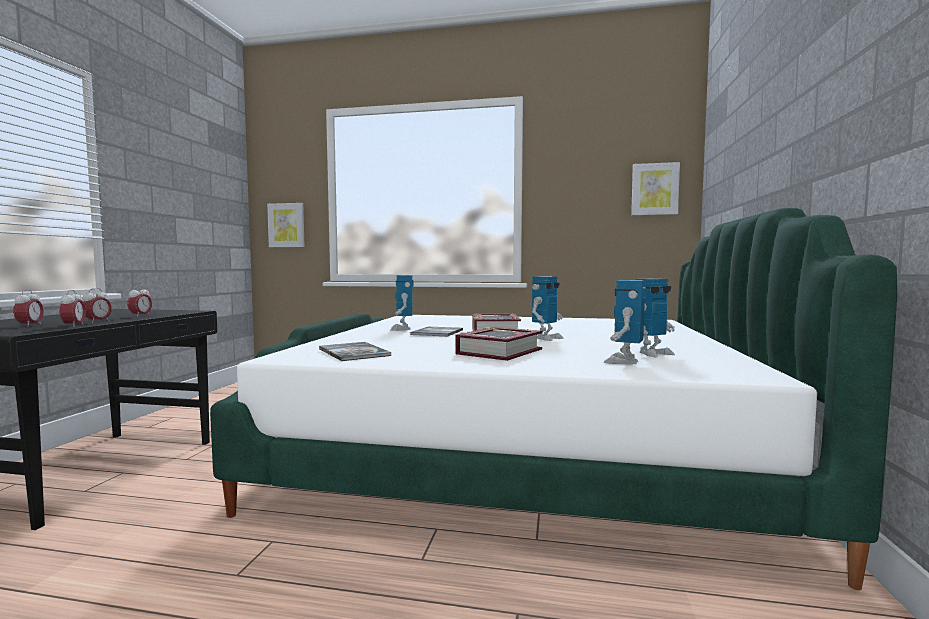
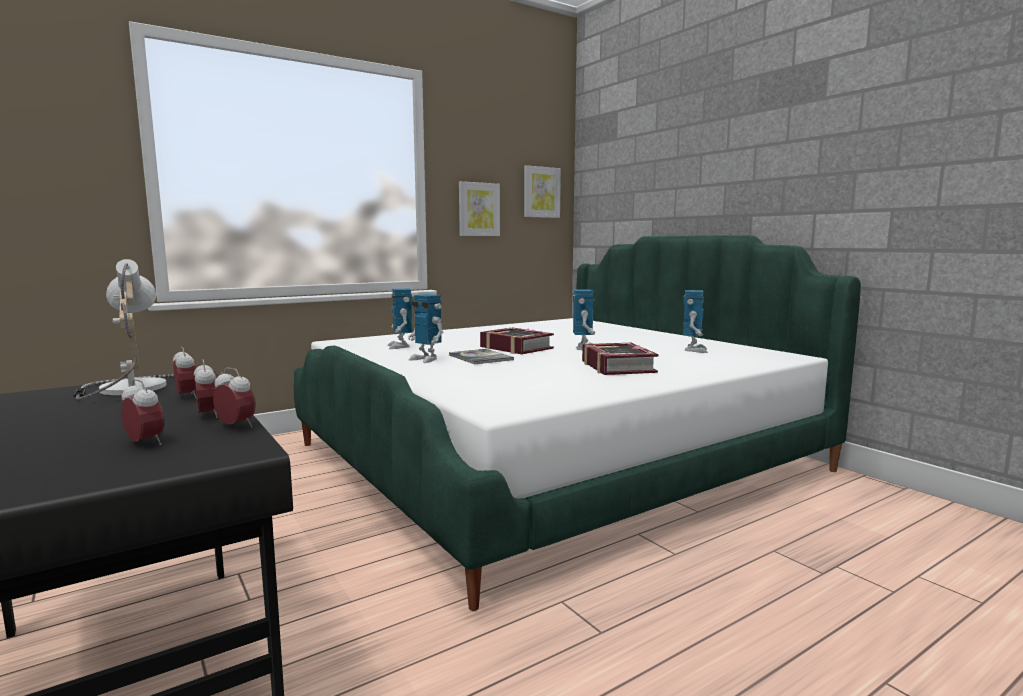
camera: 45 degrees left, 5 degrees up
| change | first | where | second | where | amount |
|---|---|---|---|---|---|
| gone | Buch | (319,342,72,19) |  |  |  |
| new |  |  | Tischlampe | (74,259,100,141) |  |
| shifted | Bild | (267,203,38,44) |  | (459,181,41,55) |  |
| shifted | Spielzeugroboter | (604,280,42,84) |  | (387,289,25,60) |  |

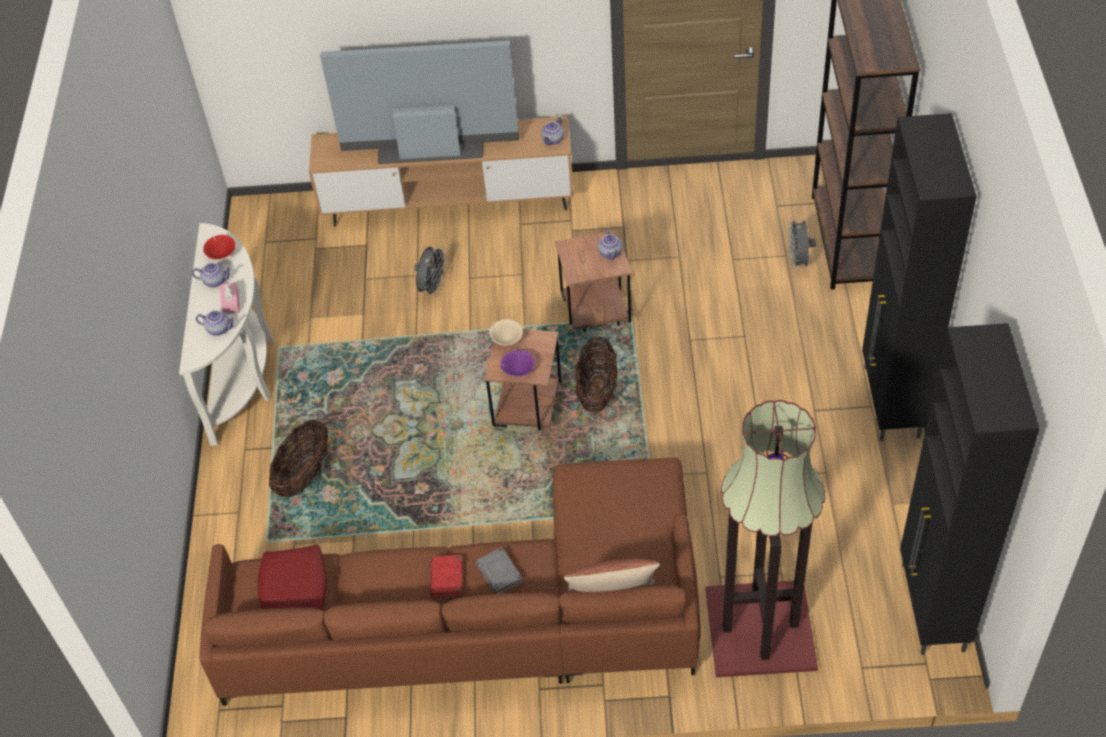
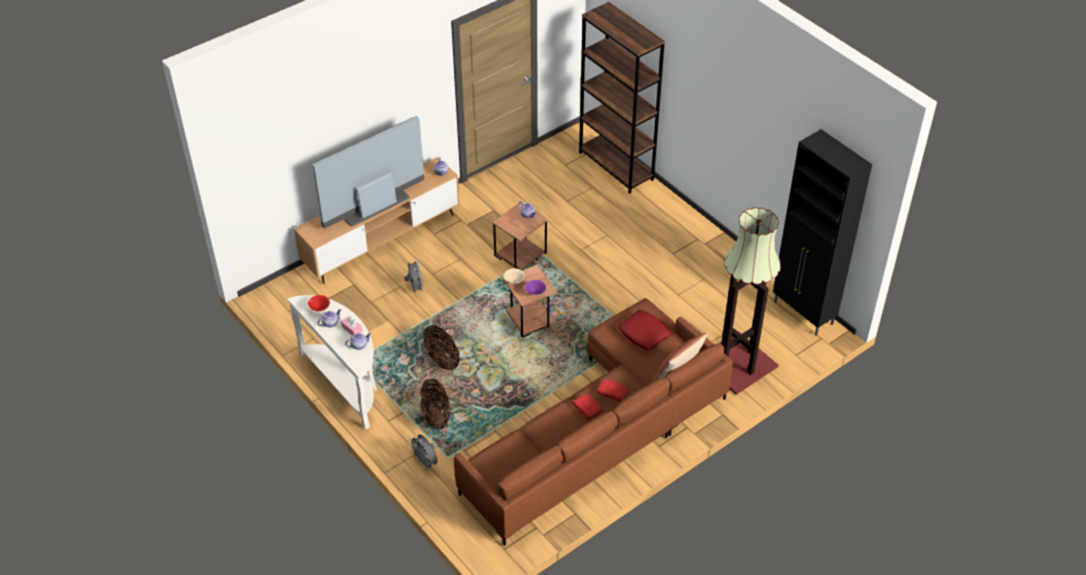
camera: 40 degrees left, 5 degrees down
| change | first | where | second | where | amount |
|---|---|---|---|---|---|
| gone | Schrank (schwarz) | (862,113,115,328) |  |  |  |
| shifted | Kissen (rot) | (258,544,69,67) |  | (617,310,56,41) |  |
| shifted | Korb | (574,336,44,77) |  | (423,325,37,46) |  |
| shifted | Ventilator (grau) | (788,219,28,51) |  | (409,434,28,36) |  |
| repainted | Buch (grau) | (475,547,48,47) | Buch (rot) | (597,378,31,24) |  |

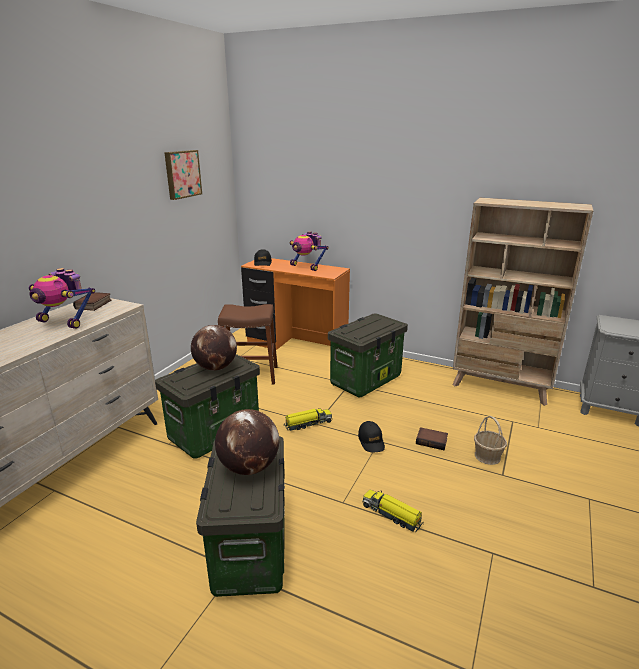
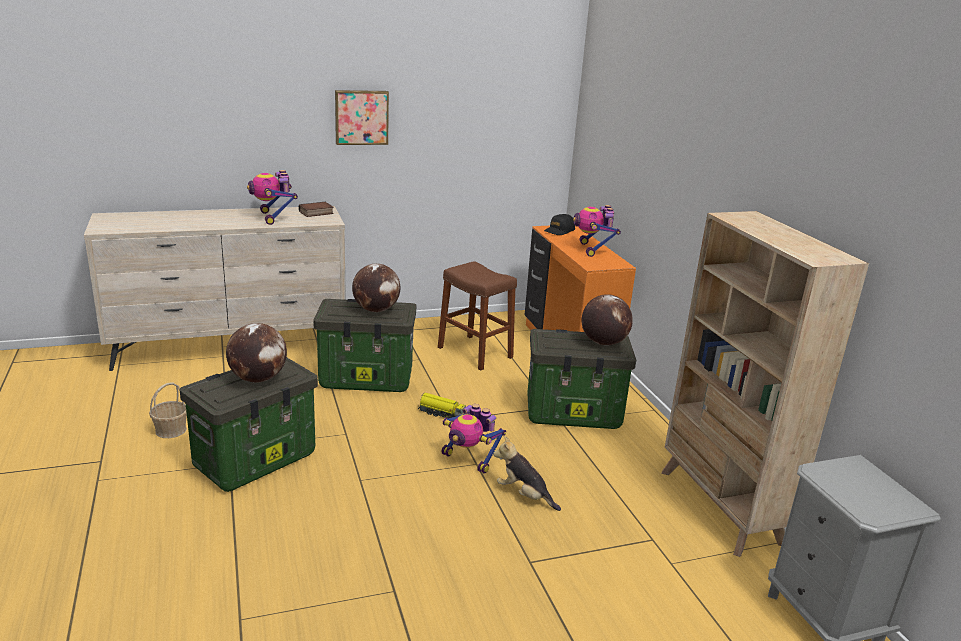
camera: 45 degrees right, 0 degrees up
| change | first | where | second | where | amount |
|---|---|---|---|---|---|
| gone | Spielzeuglaster | (362,490,61,42) |  |  |  |
| new |  |  | Globus | (581,294,52,51) |  |
| shifted | Bild | (164,150,38,50) |  | (335,90,54,55) |  |
| shifted | Korb | (474,415,33,50) |  | (149,383,38,55) |  |
| swapped | Kappe (schwarz) | (358,421,27,32) | Spielzeugroboter | (441,404,65,70) |  |
| swapped | Buch | (416,427,32,23) | Plüschtier | (493,436,68,75) |  |

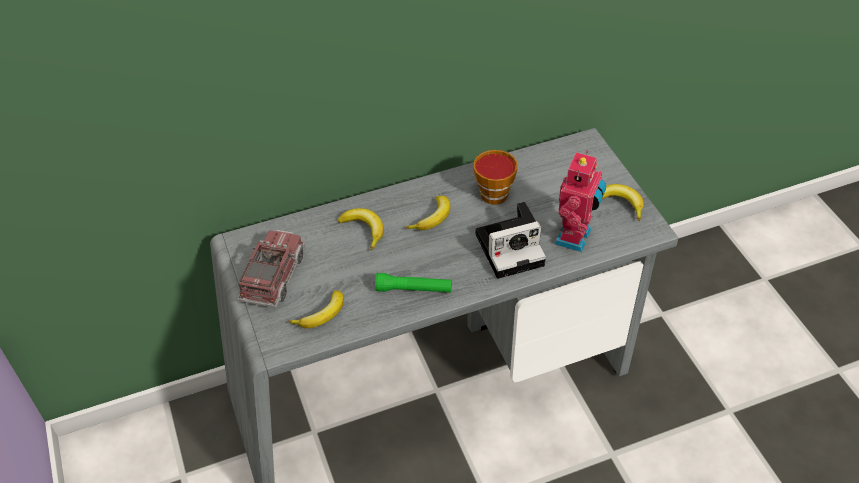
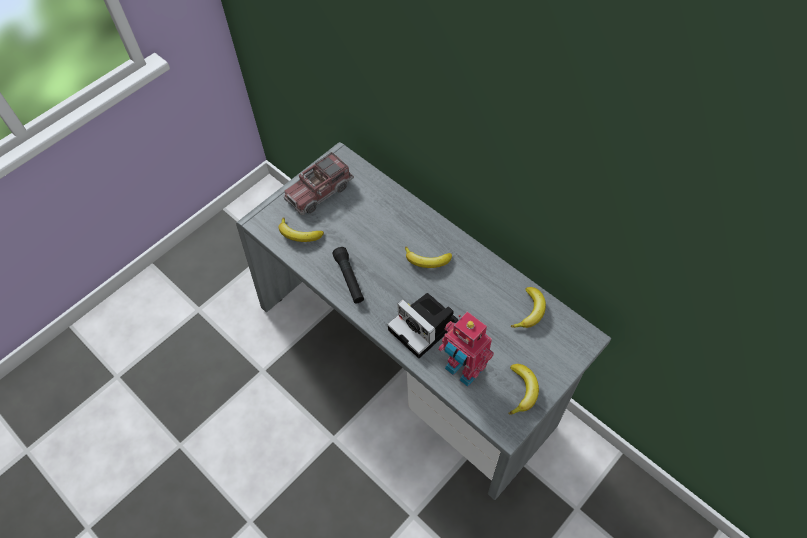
camera: 65 degrees right, 10 degrees up
| change | first | where | second | where | amount |
|---|---|---|---|---|---|
| gone | Tasse | (473,150,45,55) |  |  |  |
| shifted | Banane | (338,208,46,43) |  | (511,287,35,41) |  |
| repainted | Taschenlampe (grün) | (375,273,77,20) | Taschenlampe (schwarz) | (332,247,32,56) |  |
| rotated | Spielzeuglaster | (237,230,68,78) |  | (284,152,70,63) | 150 degrees clockwise |
| rotated | Spielzeugroboter | (554,151,52,101) |  | (438,312,56,75) | 45 degrees clockwise |

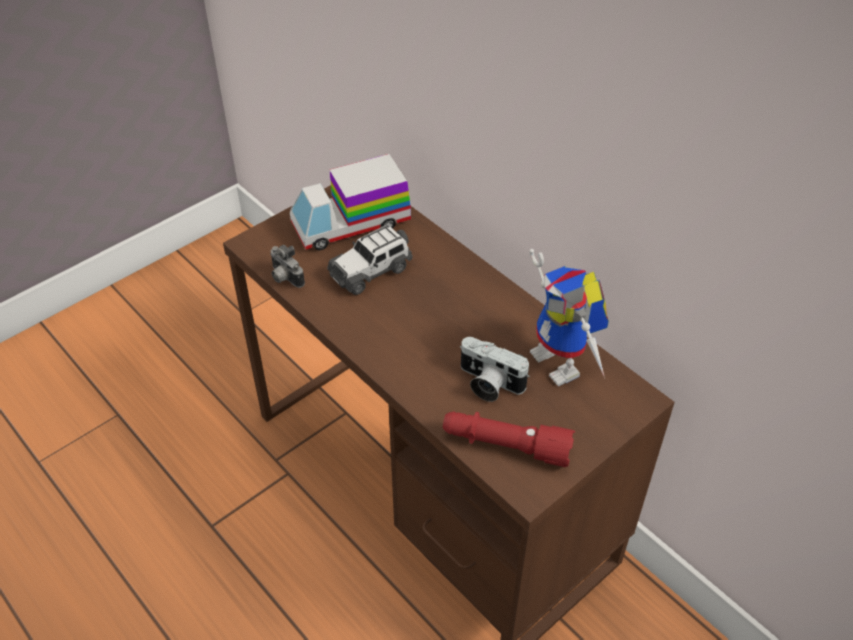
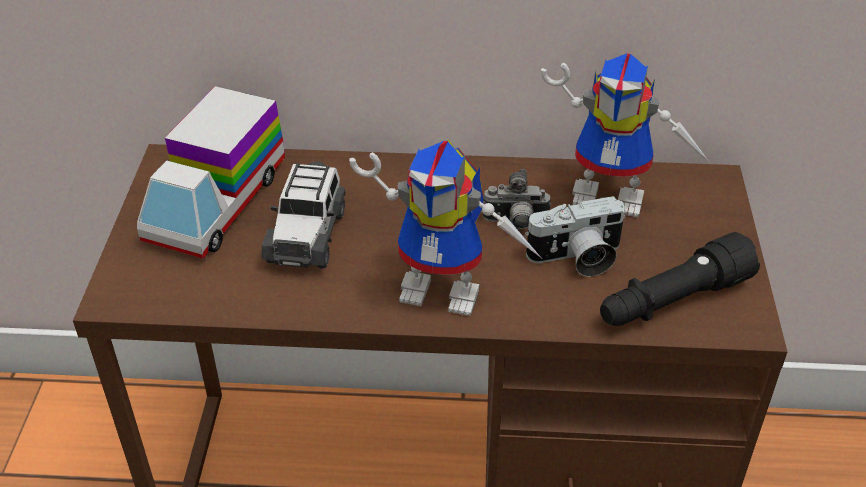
camera: 45 degrees left, 5 degrees down
| change | first | where | second | where | amount |
|---|---|---|---|---|---|
| new |  |  | Spielzeugroboter | (349,140,192,176) |  |
| shifted | Kamera | (270,245,35,43) |  | (483,169,68,60) |  |
| repainted | Taschenlampe (rot) | (443,412,132,55) | Taschenlampe (schwarz) | (600,232,160,94) |  |

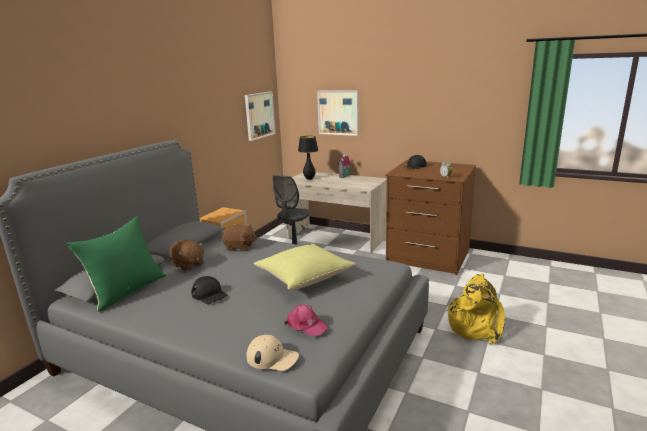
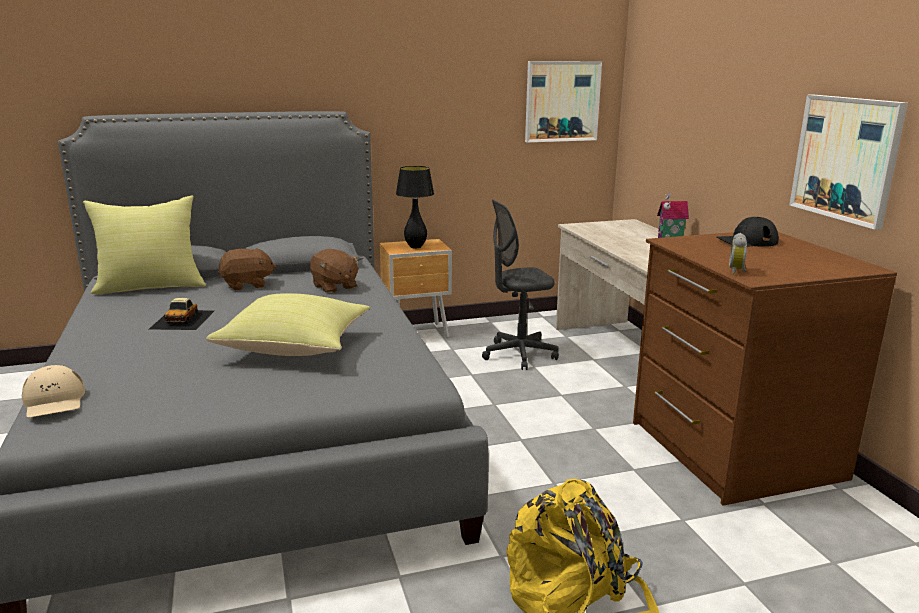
camera: 45 degrees right, 0 degrees up
| change | first | where | second | where | amount |
|---|---|---|---|---|---|
| gone | Kappe (rosa) | (285,304,44,33) |  |  |  |
| shifted | Tischlampe (schwarz) | (298,136,20,44) |  | (396,166,38,82) |  |
| shifted | Bild | (317,90,42,46) |  | (790,95,118,135) |  |
| swapped | Kappe (schwarz) | (191,276,37,28) | Spielzeugauto | (149,298,65,32) |  |
| repainted | Kissen (grün) | (66,216,100,96) | Kissen (gelb) | (83,195,123,100) |  |
| rotated | Plüschtier (braun) | (169,239,35,32) |  | (218,248,58,42) | 105 degrees counterclockwise |

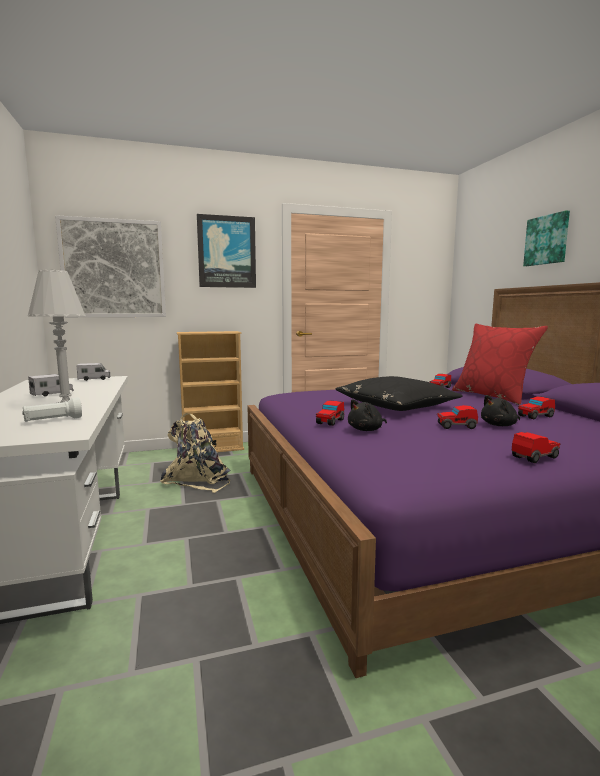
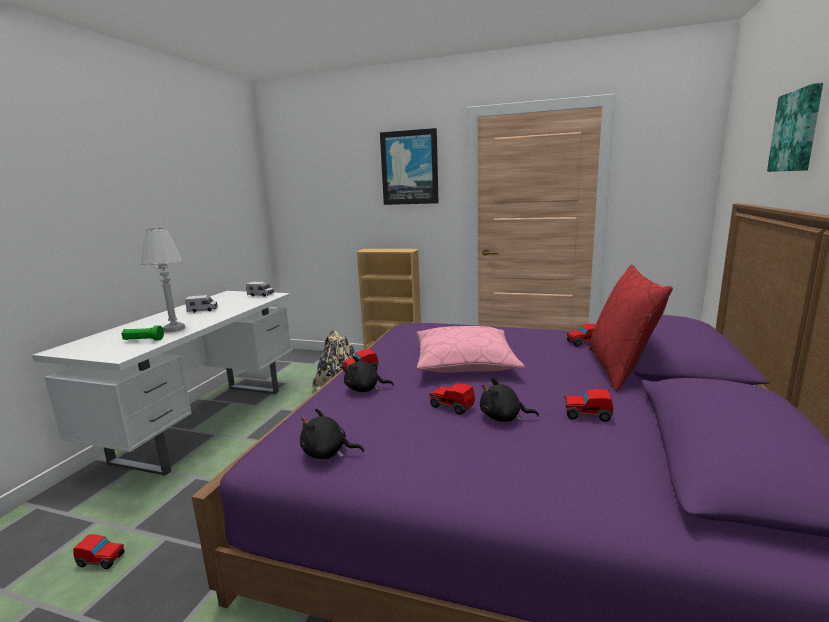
camera: 35 degrees right, 5 degrees up
| change | first | where | second | where | amount |
|---|---|---|---|---|---|
| gone | Bild | (55,215,111,102) |  |  |  |
| new |  |  | Plüschtier (schwarz) | (300,408,64,51) |  |
| shifted | Spielzeugauto | (511,432,49,31) |  | (73,534,52,35) |  |
| repainted | Taschenlampe (weiß) | (22,397,60,25) | Taschenlampe (grün) | (121,325,43,16) |  |
| repainted | Kissen (schwarz) | (335,376,128,35) | Kissen (rosa) | (416,326,109,47) |  |

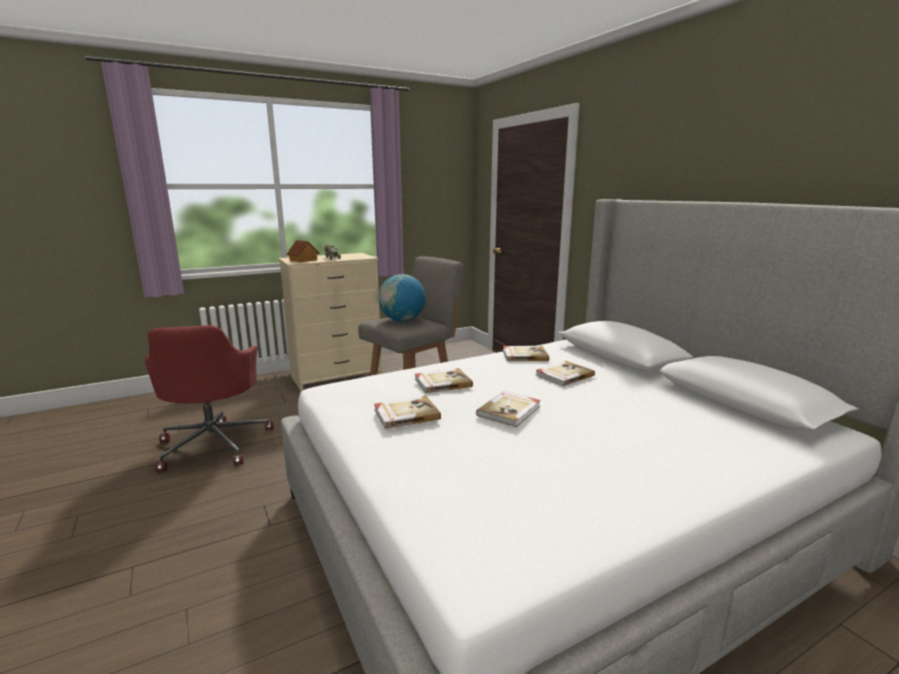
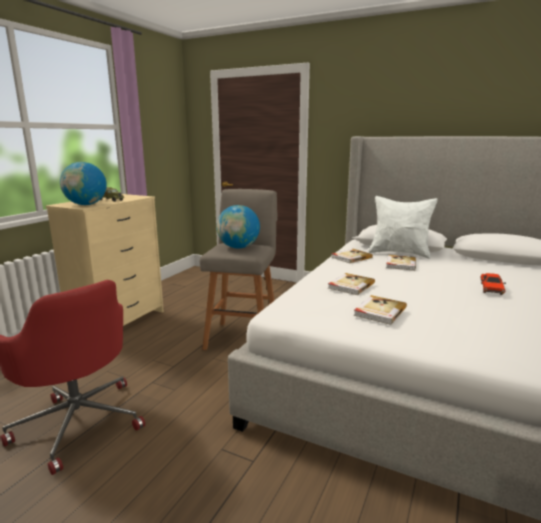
camera: 35 degrees left, 0 degrees up
| change | first | where | second | where | amount |
|---|---|---|---|---|---|
| gone | Buch | (476,391,65,36) |  |  |  |
| new |  |  | Kissen (weiß) | (369,196,69,63) |  |
| new |  |  | Spielzeugauto (rot) | (480,273,26,22) |  |
| swapped | Spielzeughaus | (287,240,33,22) | Globus | (60,162,46,43) |  |

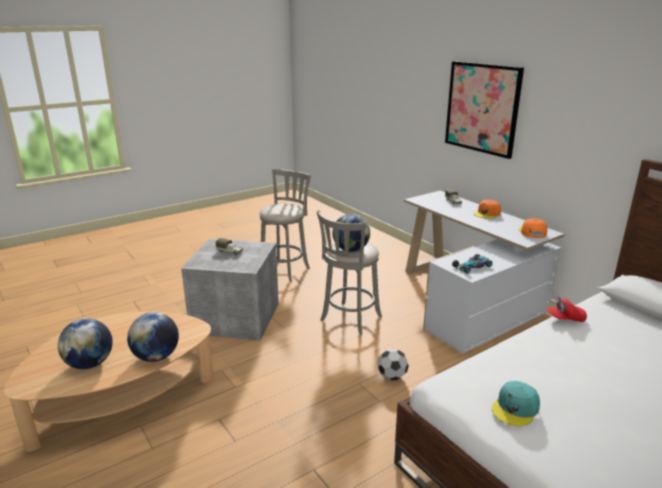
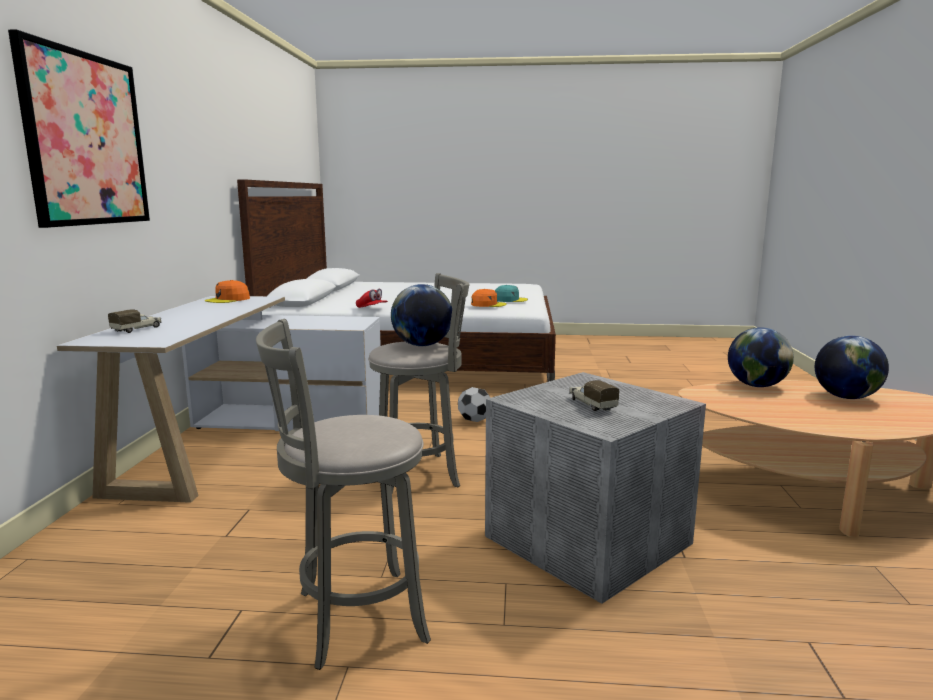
camera: 140 degrees left, 10 degrees down
| change | first | where | second | where | amount |
|---|---|---|---|---|---|
| gone | Spielzeugauto | (452,254,41,20) |  |  |  |
| shifted | Kappe (orange) | (474,200,27,19) |  | (471,289,36,18) |  |

